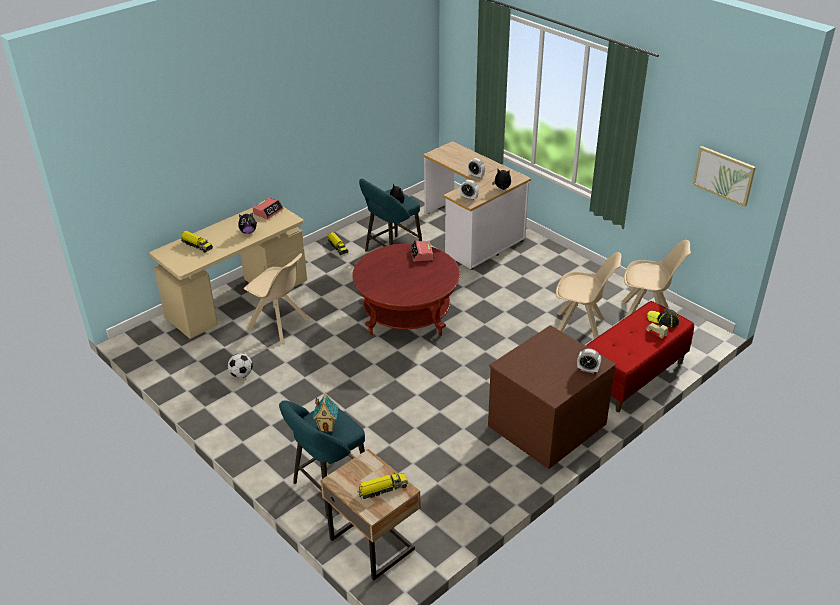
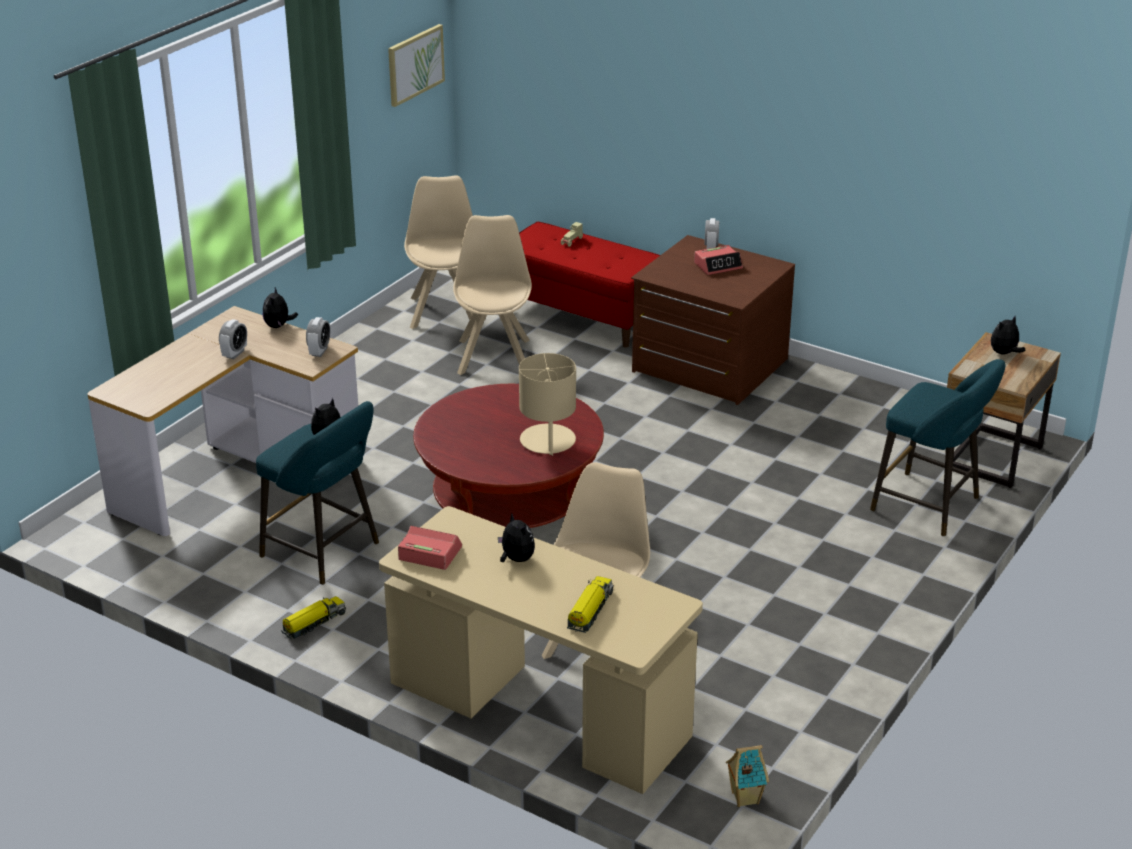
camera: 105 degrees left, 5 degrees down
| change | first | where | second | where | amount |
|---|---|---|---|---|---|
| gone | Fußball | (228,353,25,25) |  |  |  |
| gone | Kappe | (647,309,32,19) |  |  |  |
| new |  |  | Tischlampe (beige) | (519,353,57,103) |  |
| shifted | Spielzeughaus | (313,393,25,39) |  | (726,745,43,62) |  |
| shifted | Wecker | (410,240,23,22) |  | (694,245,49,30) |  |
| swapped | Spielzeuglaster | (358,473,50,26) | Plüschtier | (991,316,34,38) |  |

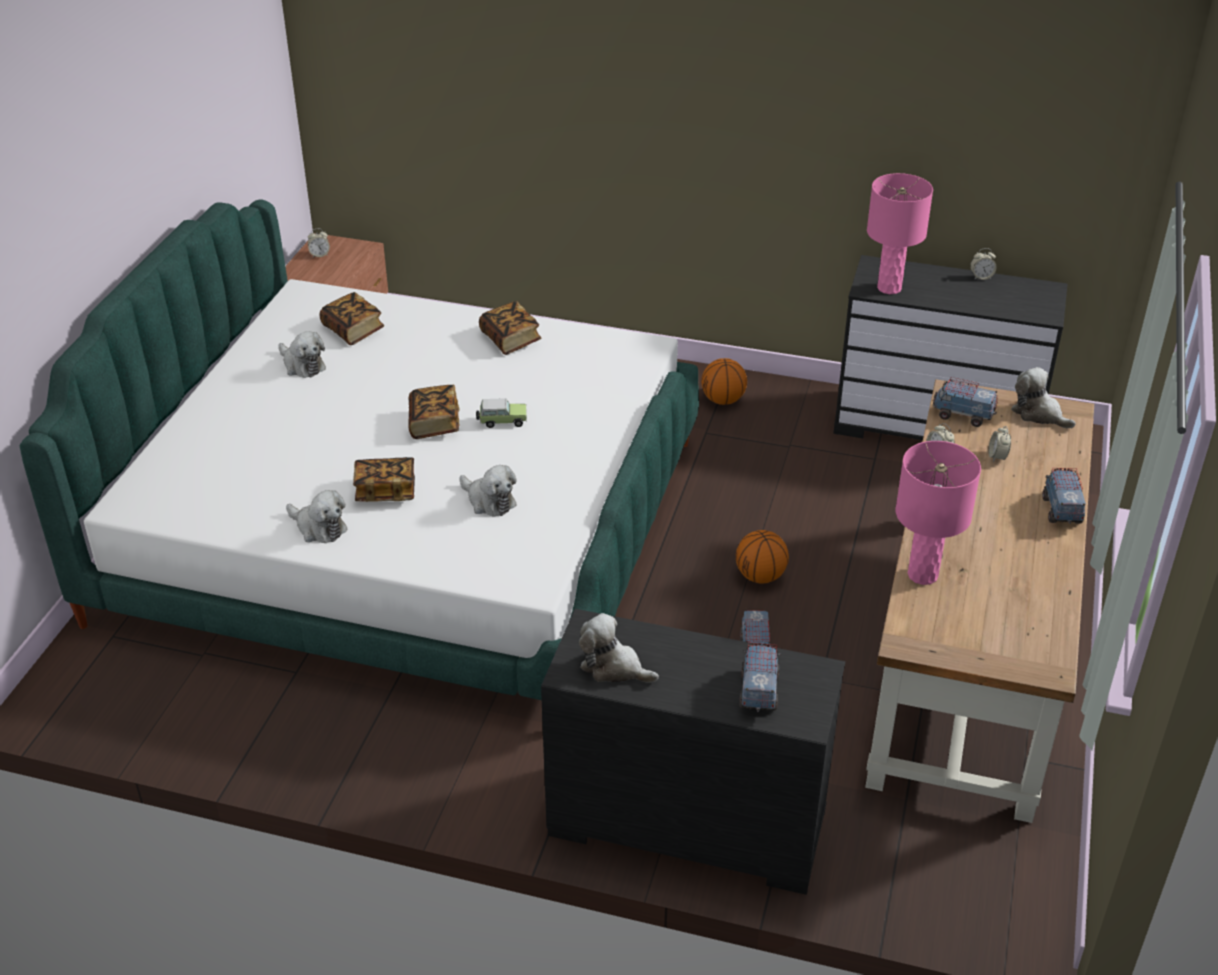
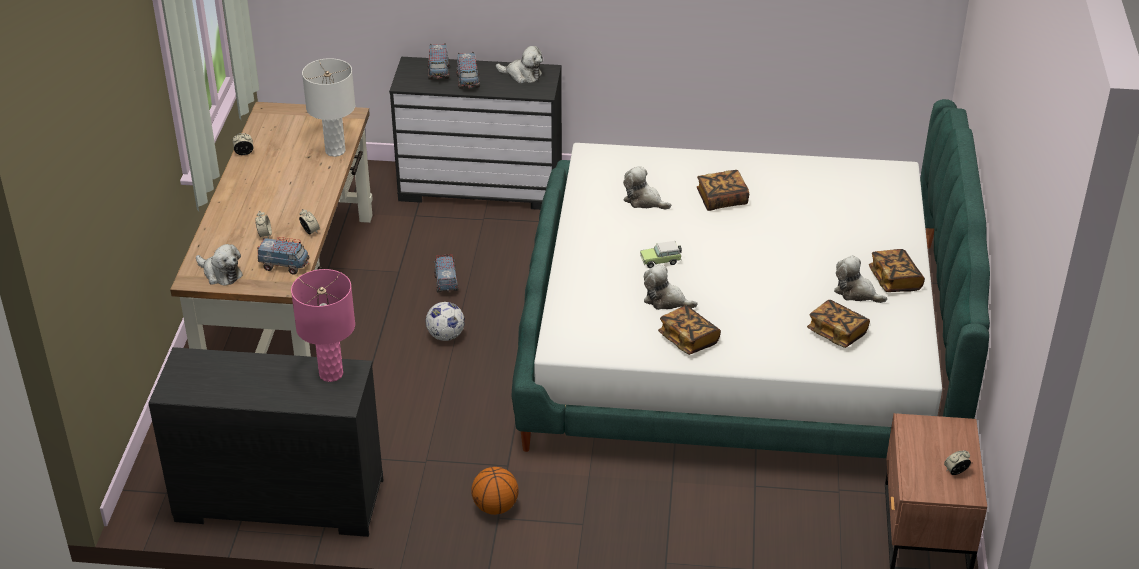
camera: 170 degrees right, 0 degrees up
| change | first | where | second | where | amount |
|---|---|---|---|---|---|
| shifted | Plüschtier | (286,490,62,53) |  | (644,264,54,46) |  |
| shifted | Buch | (409,385,51,54) |  | (869,249,56,43) |  |
| shifted | Wecker | (970,248,27,32) |  | (233,133,20,22) |  |
| shifted | Spielzeuglaster | (1042,468,44,56) |  | (456,52,24,37) |  |
| swapped | Basketball | (736,530,53,54) | Fußball | (426,302,39,39) |  |
| repainted | Tischlampe (rosa) | (896,441,85,144) | Tischlampe (weiß) | (302,58,53,99) |  |

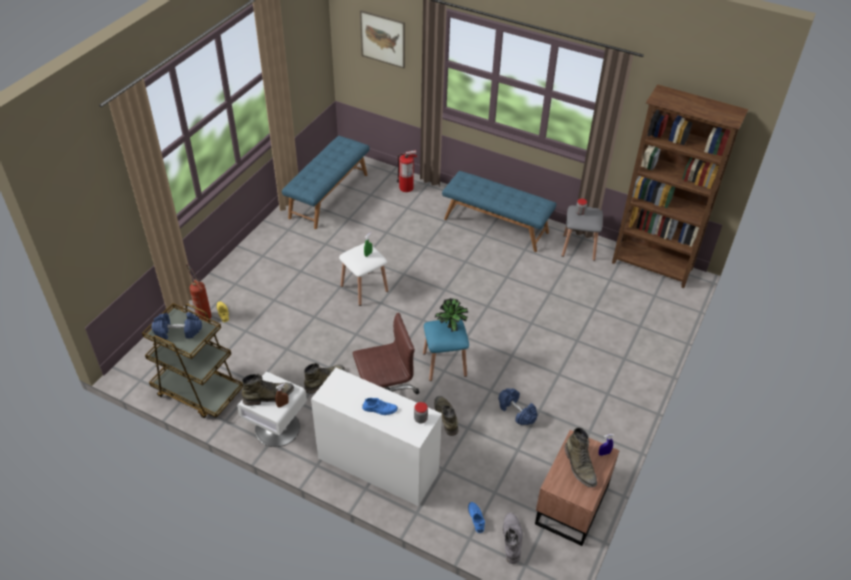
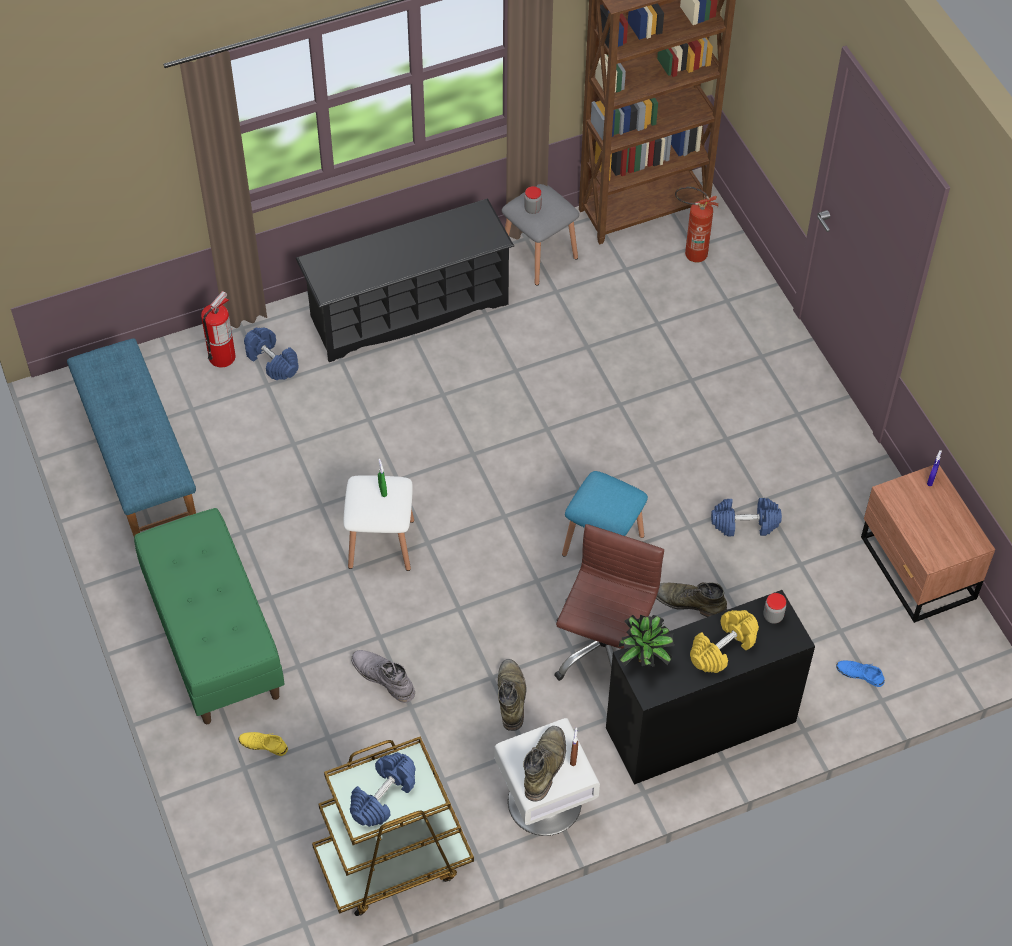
camera: 50 degrees left, 10 degrees up
| change | first | where | second | where | amount |
|---|---|---|---|---|---|
| gone | Bild | (360,10,45,58) |  |  |  |
| gone | Stiefel (grün) | (564,427,33,60) |  |  |  |
| new |  |  | Bank (grün) | (134,508,151,216) |  |
| new |  |  | Hantel (blau) | (244,328,55,52) |  |
| shifted | Feuerlöscher | (186,264,26,57) |  | (675,187,44,76) |  |
| shifted | Topfpflanze | (435,298,33,34) |  | (618,615,56,52) |  |
| shifted | Stiefel (grau) | (503,513,20,51) |  | (351,650,64,53) |  |
| swapped | Schuh (blau) | (362,398,36,17) | Hantel (gelb) | (690,610,69,63) |  |
| swapped | Bank (blau) | (442,171,114,81) | Schuhregal (schwarz) | (296,198,218,164) |  |
| repainted | Schreibtisch (weiß) | (311,368,131,138) | Schreibtisch (schwarz) | (606,590,209,195) |  |

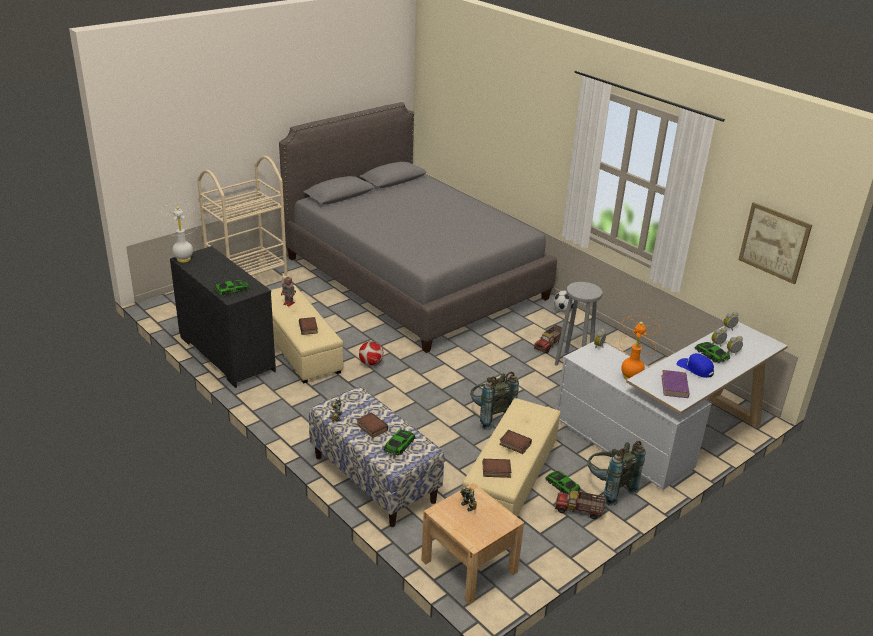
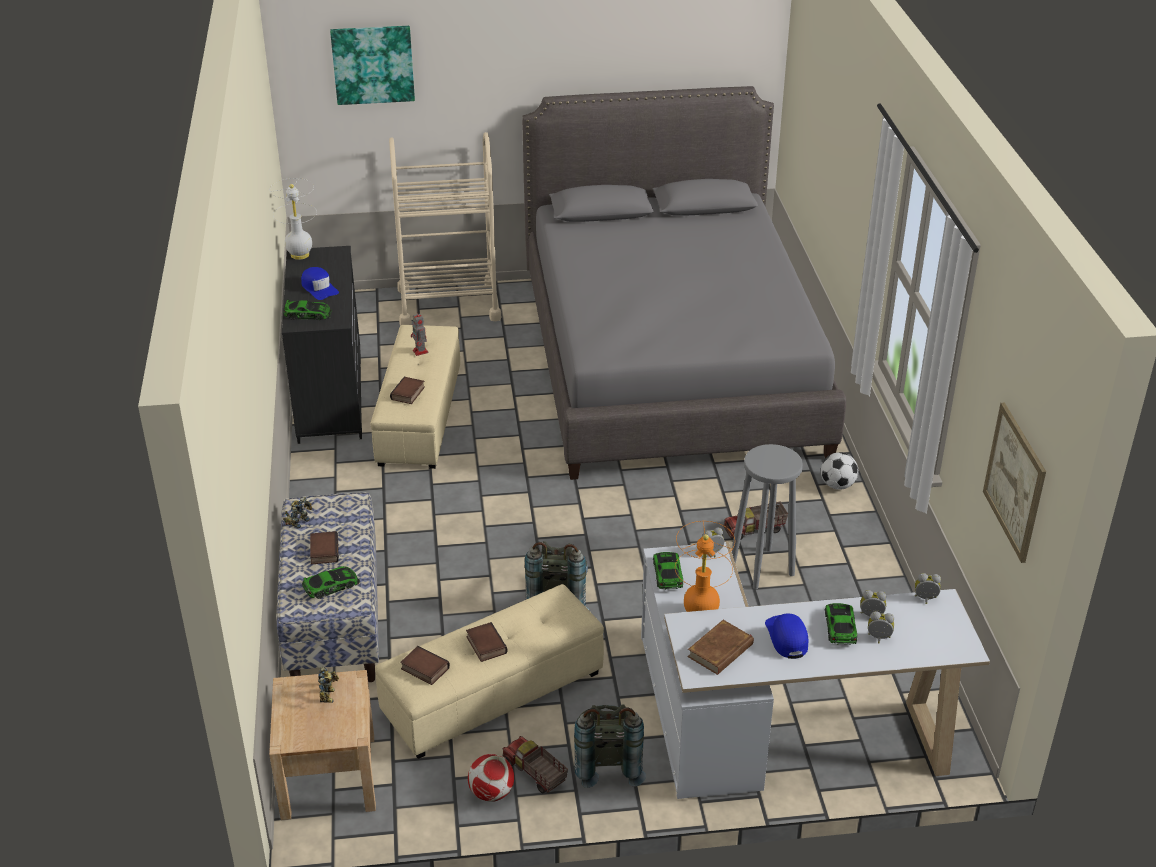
camera: 35 degrees right, 5 degrees up
| change | first | where | second | where | amount |
|---|---|---|---|---|---|
| new |  |  | Kappe (blau) | (301,267,38,33) |  |
| new |  |  | Bild | (330,26,85,79) |  |
| shifted | Fußball | (359,341,25,25) |  | (468,754,46,48) |  |
| shifted | Spielzeugauto | (545,471,36,23) |  | (653,552,30,37) |  |
| repainted | Buch (lila) | (661,370,28,28) | Buch (braun) | (688,620,66,55) |  |

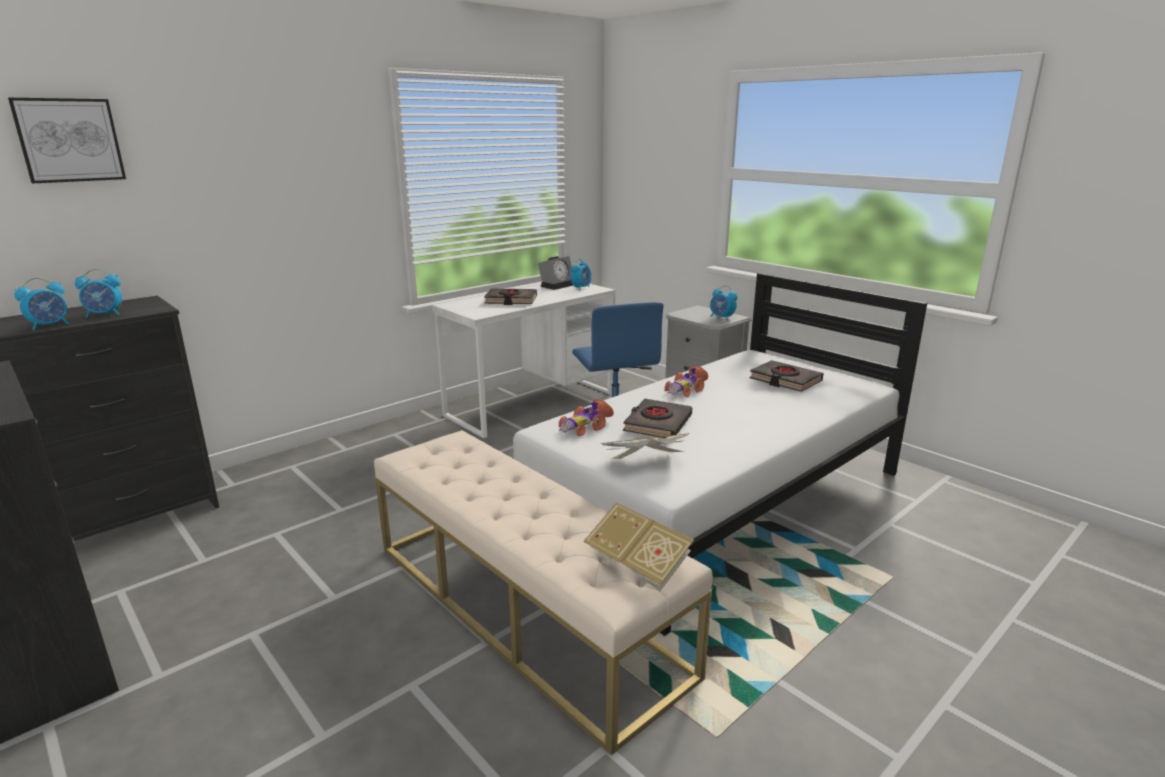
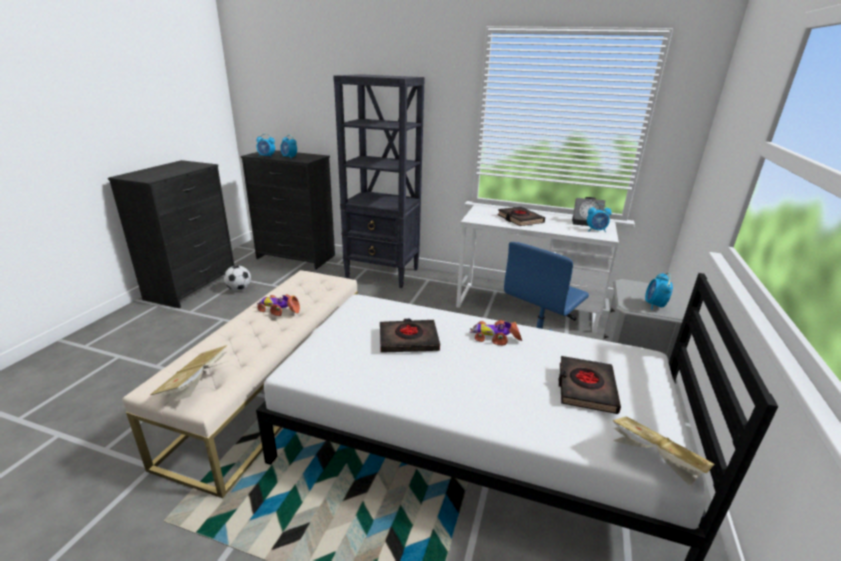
camera: 60 degrees right, 5 degrees up
| change | first | where | second | where | amount |
|---|---|---|---|---|---|
| gone | Bild | (8,98,118,86) |  |  |  |
| new |  |  | Fußball | (224,265,27,26) |  |
| new |  |  | Bücherregal (schwarz) | (333,74,92,214) |  |
| shifted | Spielzeugauto | (559,399,55,37) |  | (257,294,43,22) |  |
| shifted | Buch | (600,433,89,27) |  | (612,416,102,70) |  |

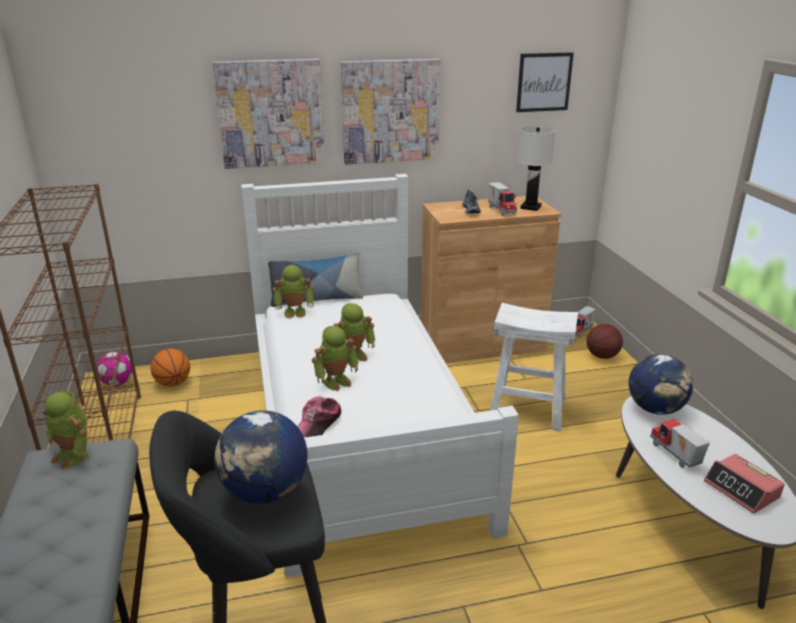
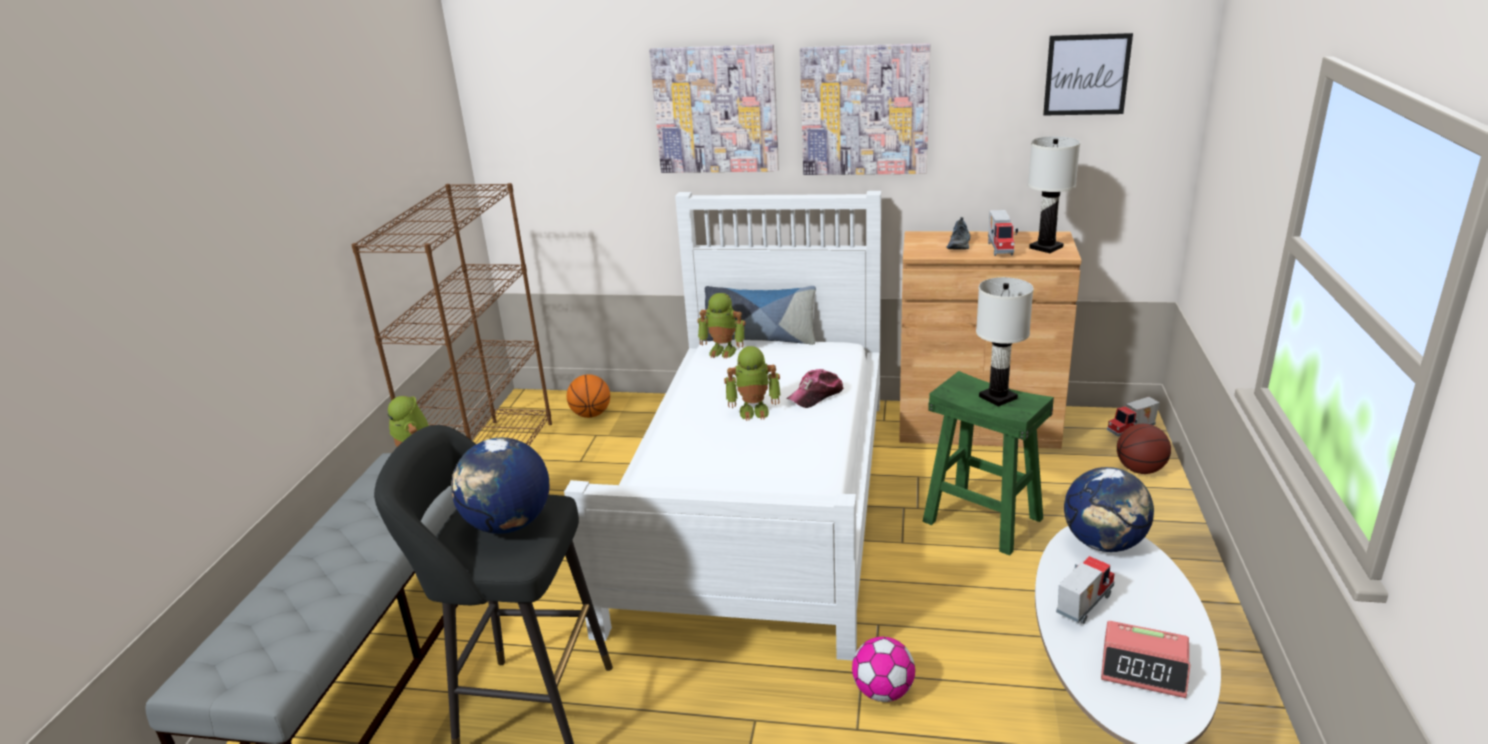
camera: 25 degrees right, 0 degrees up
| change | first | where | second | where | amount |
|---|---|---|---|---|---|
| gone | Spielzeugroboter | (312,326,47,65) |  |  |  |
| new |  |  | Tischlampe (weiß) | (976,277,58,130) |  |
| shifted | Fußball | (96,351,36,35) |  | (852,637,63,65) |  |
| shifted | Kappe | (297,396,45,41) |  | (786,369,58,39) |  |
| repainted | Hocker (weiß) | (490,303,88,129) | Hocker (grün) | (922,371,132,185) |  |
| rotated | Spielzeuglaster | (650,419,60,49) |  | (1056,556,59,68) | 45 degrees clockwise |
| rotated | Wecker | (704,454,81,59) |  | (1101,621,89,77) | 60 degrees counterclockwise |

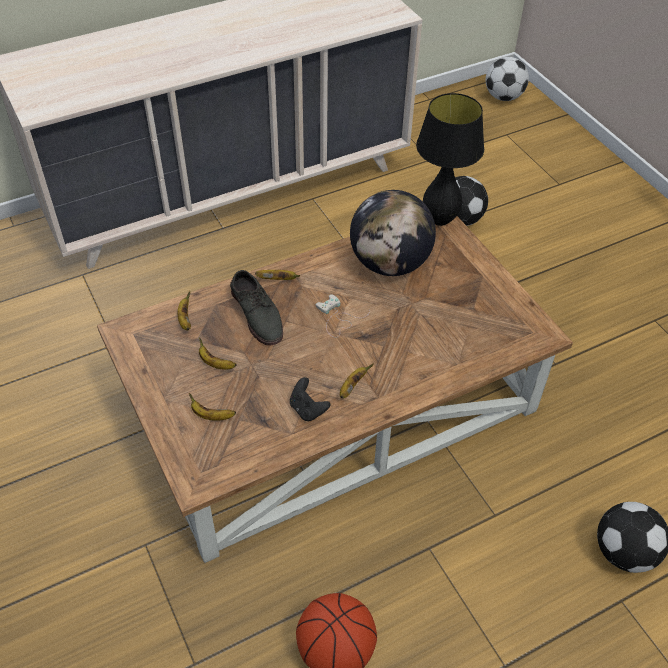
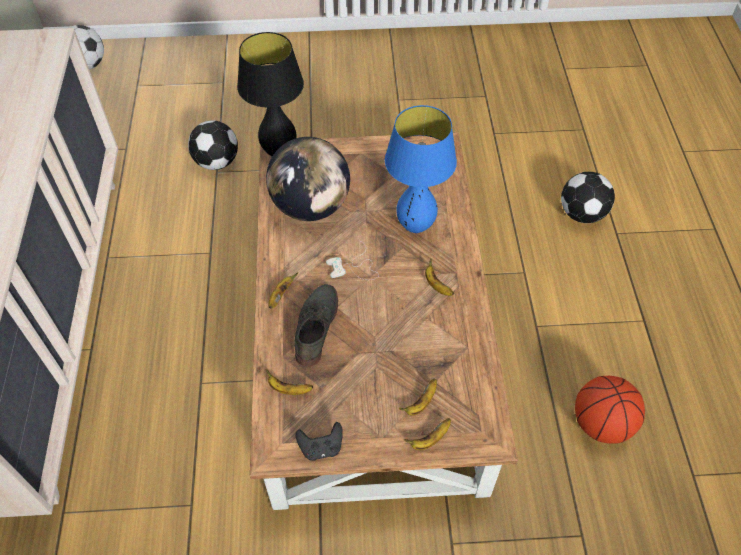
camera: 65 degrees left, 5 degrees up
| change | first | where | second | where | amount |
|---|---|---|---|---|---|
| new |  |  | Tischlampe (blau) | (385,105,72,128) |  |
| shifted | Banane | (199,338,38,32) |  | (404,418,47,32) |  |
| shifted | Gamepad (schwarz) | (290,377,40,44) |  | (296,422,47,39) |  |
| rotated | Schuh (grau) | (230,270,53,76) |  | (294,284,44,82) | 75 degrees counterclockwise |

